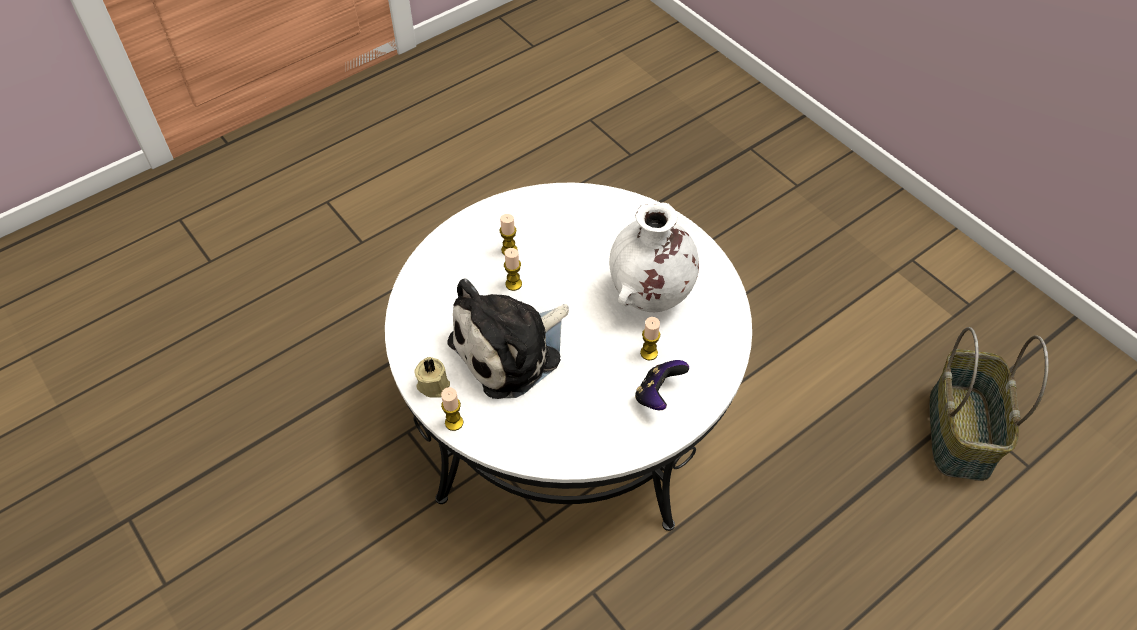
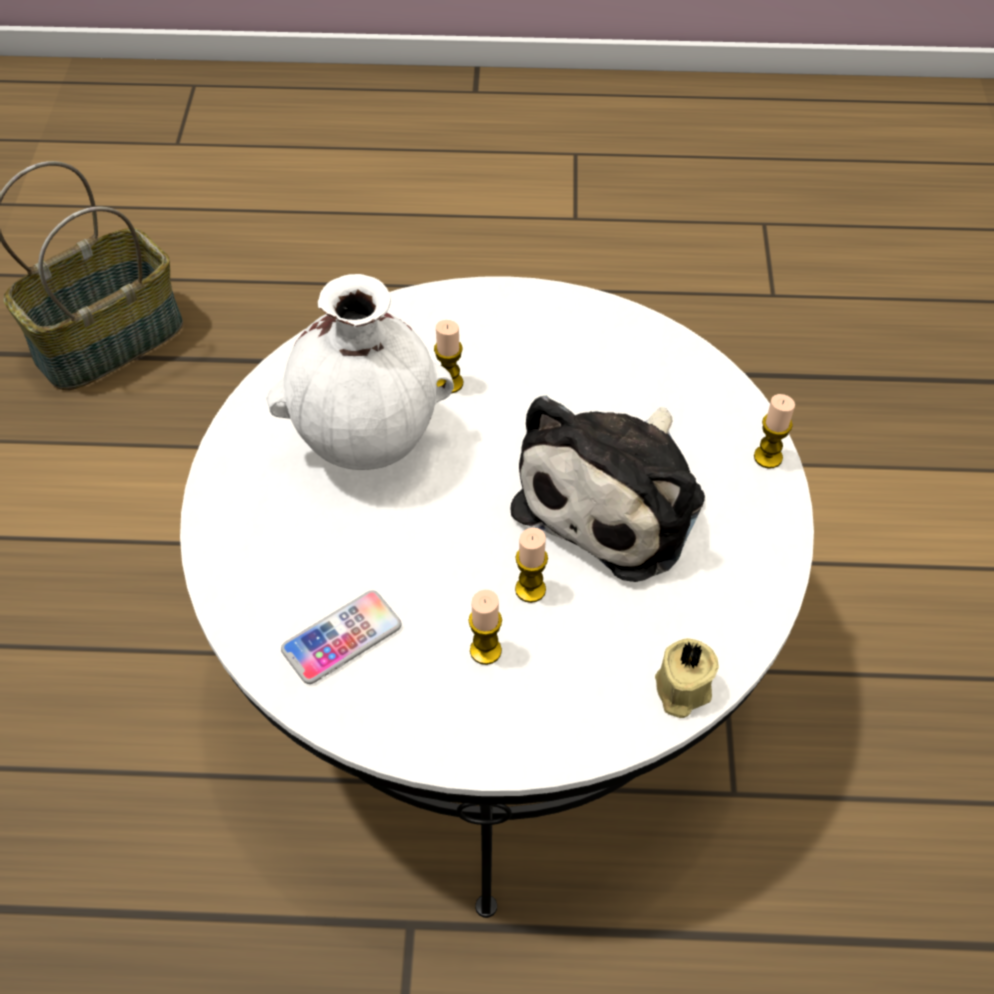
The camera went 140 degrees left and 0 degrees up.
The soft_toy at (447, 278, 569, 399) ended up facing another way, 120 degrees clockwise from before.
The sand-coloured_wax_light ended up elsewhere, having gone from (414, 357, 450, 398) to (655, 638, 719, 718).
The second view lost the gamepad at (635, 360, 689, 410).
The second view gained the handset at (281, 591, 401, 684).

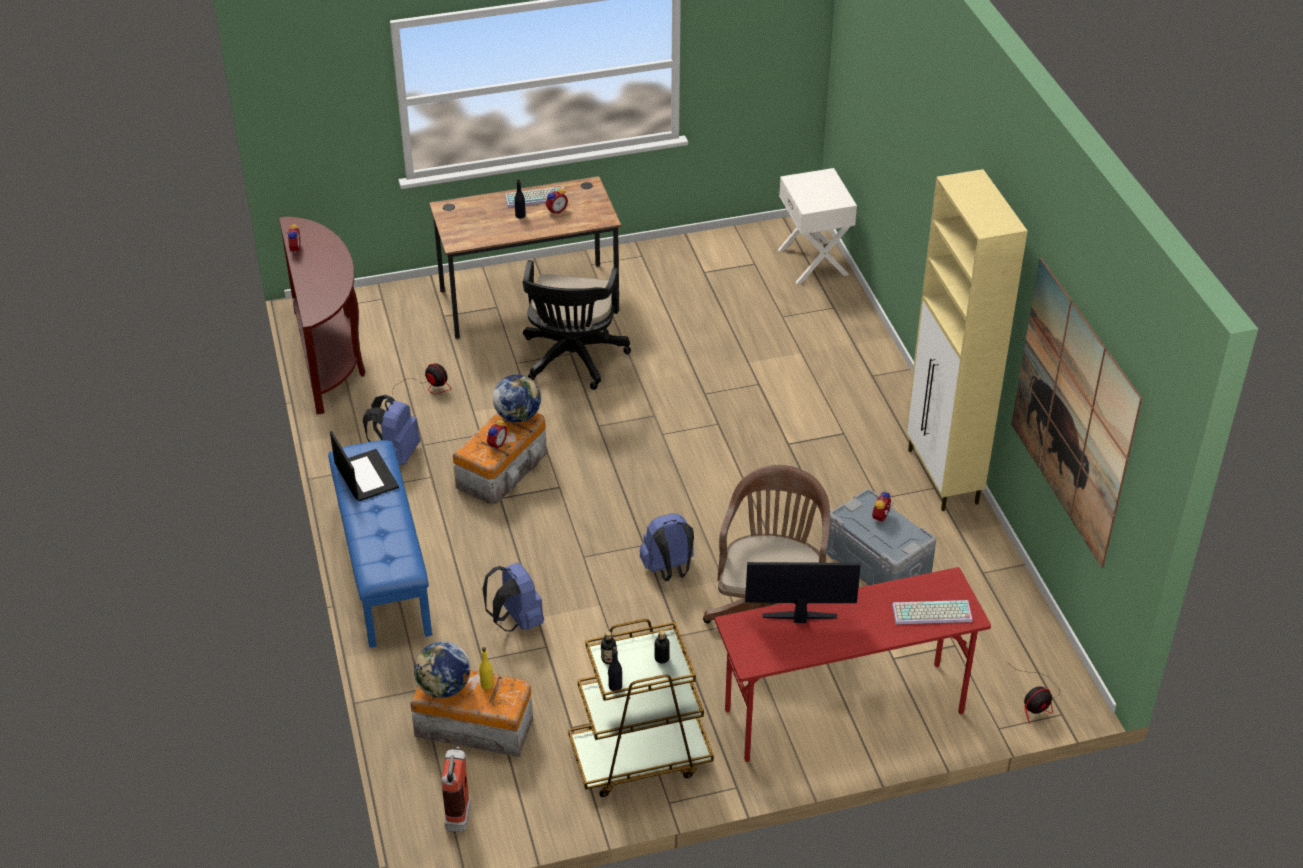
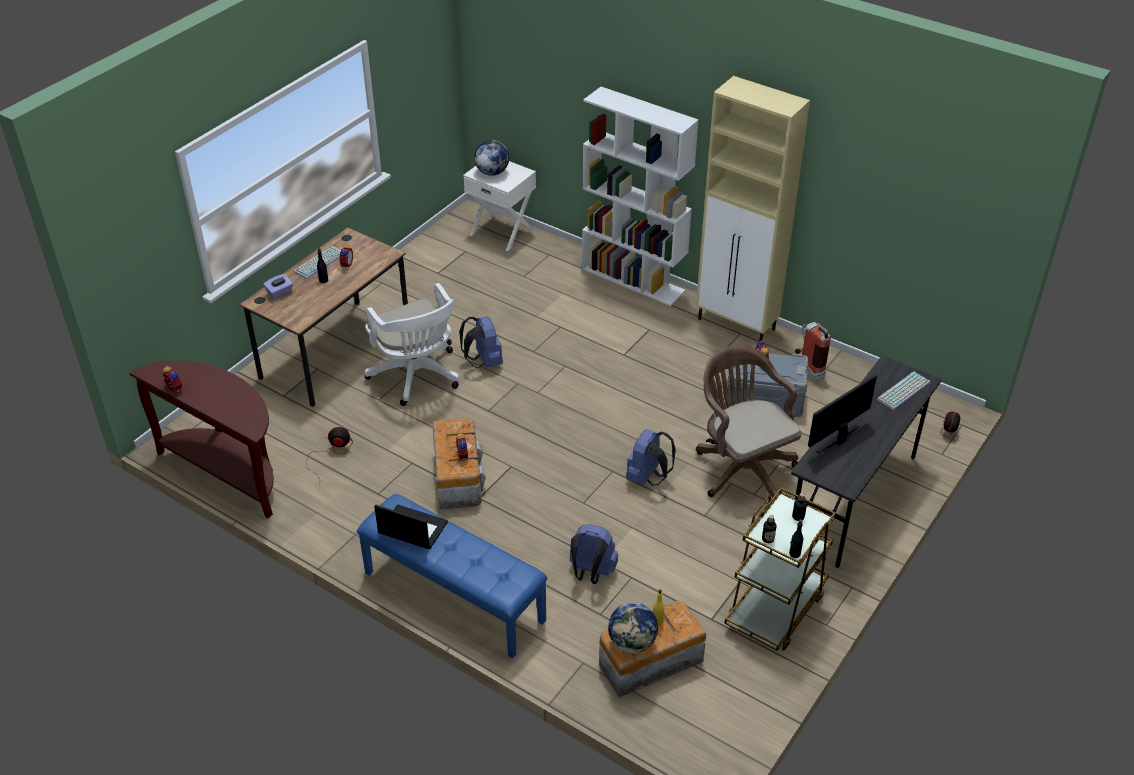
The camera went 40 degrees left and 0 degrees up.
The second view lost the picture at (1011, 258, 1142, 568).
What was the blackish_computer_chair at (522, 260, 631, 390) turned into the whitish_computer_chair at (365, 283, 460, 406).
The globe ended up elsewhere, having gone from (493, 374, 541, 422) to (474, 140, 509, 176).
The bluish_rucksack ended up elsewhere, having gone from (363, 394, 420, 465) to (459, 317, 503, 368).
What was the reddish_desk at (715, 567, 991, 762) turned into the greyish_desk at (791, 356, 941, 568).
The extinguisher ended up elsewhere, having gone from (441, 747, 471, 832) to (795, 322, 831, 381).
The second view gained the whitish_shelving_unit at (582, 87, 699, 306).
The second view gained the purplish_tissue_holder at (263, 274, 293, 299).

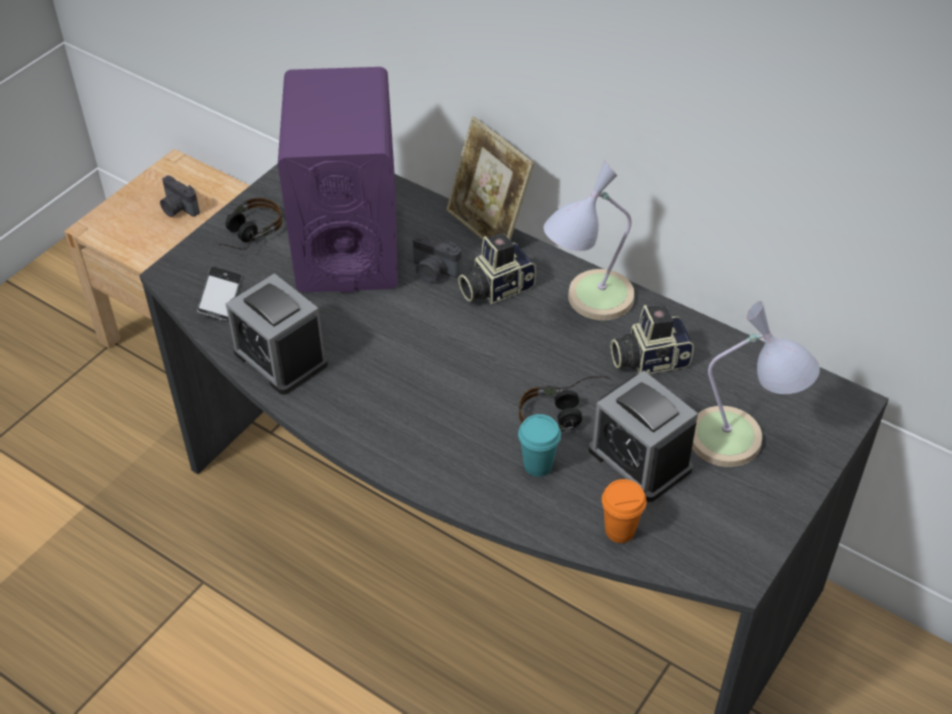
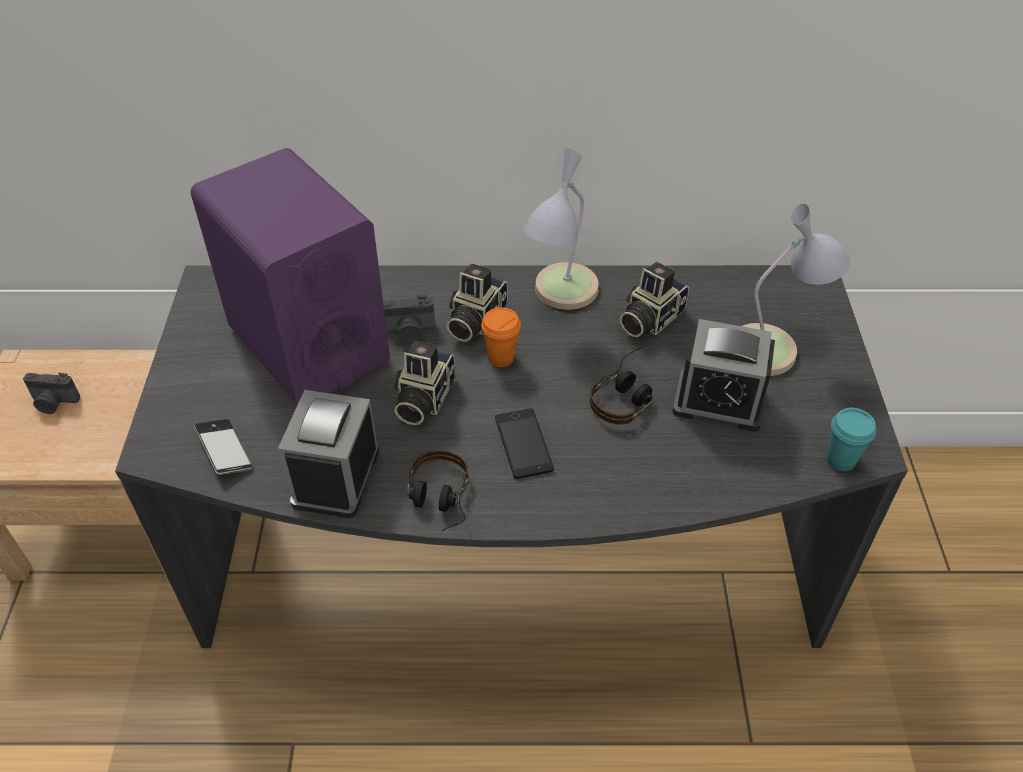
The camera went 35 degrees left and 0 degrees up.
The second view lost the picture_frame at (446, 116, 534, 240).
The headphones ended up elsewhere, having gone from (218, 198, 282, 249) to (407, 450, 469, 531).
The bedside_clock at (225, 273, 328, 395) ended up facing another way, 90 degrees clockwise from before.
The turquoise_cup ended up elsewhere, having gone from (518, 414, 561, 477) to (826, 408, 876, 471).
The orange-coloured_cup ended up elsewhere, having gone from (602, 479, 646, 543) to (481, 307, 521, 367).
The second view gained the photo_camera at (394, 341, 455, 425).
The second view gained the handset at (495, 408, 554, 479).

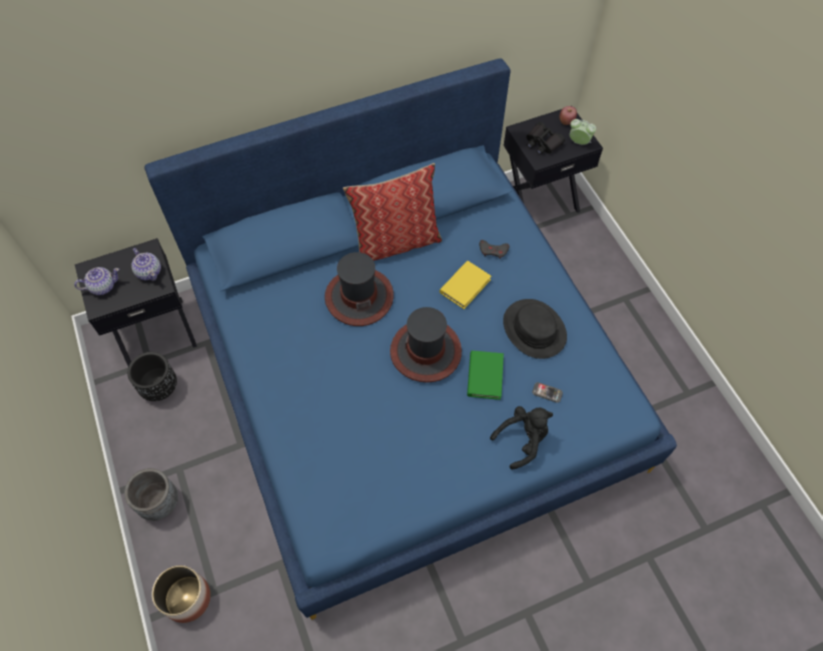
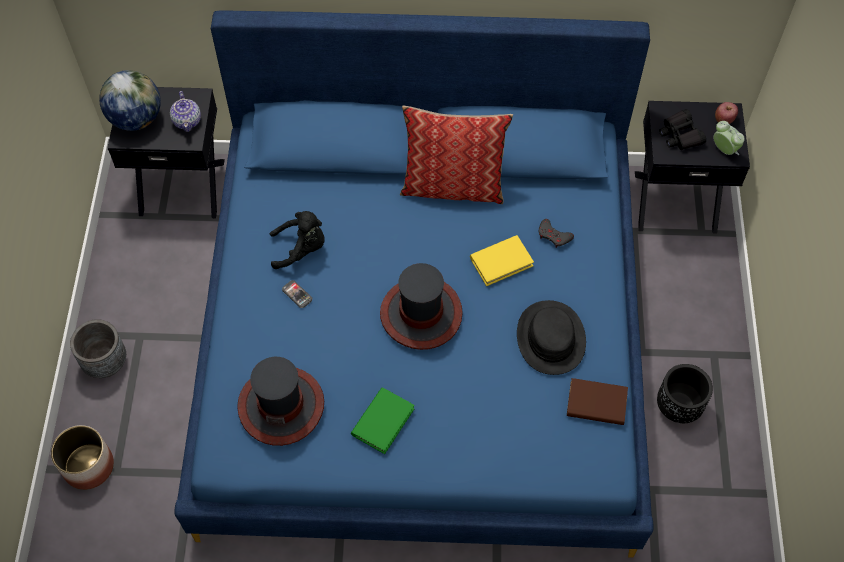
The camera went 25 degrees right and 0 degrees up.
The clothing_hat ended up elsewhere, having gone from (325, 252, 394, 326) to (237, 357, 324, 446).
Where the pot_for_tea stood at (74, 267, 119, 295), the globe came to stand at (99, 70, 161, 131).
The green-coloured_bound_book ended up elsewhere, having gone from (467, 351, 504, 400) to (351, 387, 415, 454).
The blackish_plant_pot ended up elsewhere, having gone from (127, 352, 177, 401) to (657, 364, 713, 423).
The handset ended up elsewhere, having gone from (532, 382, 563, 403) to (282, 280, 312, 308).
The blackish_soft_toy ended up elsewhere, having gone from (490, 406, 553, 469) to (270, 211, 325, 269).
The second view gained the brownish_bound_book at (567, 378, 628, 425).

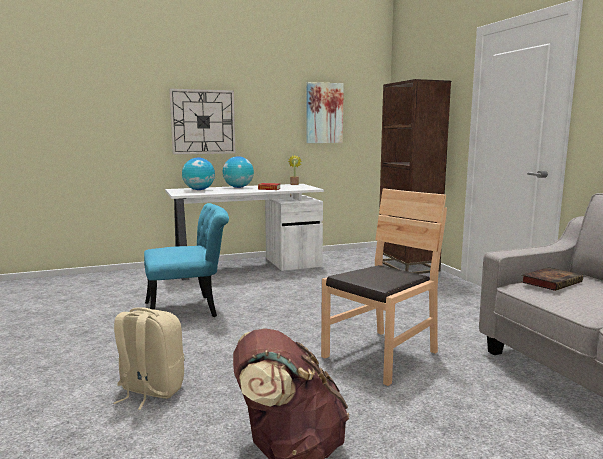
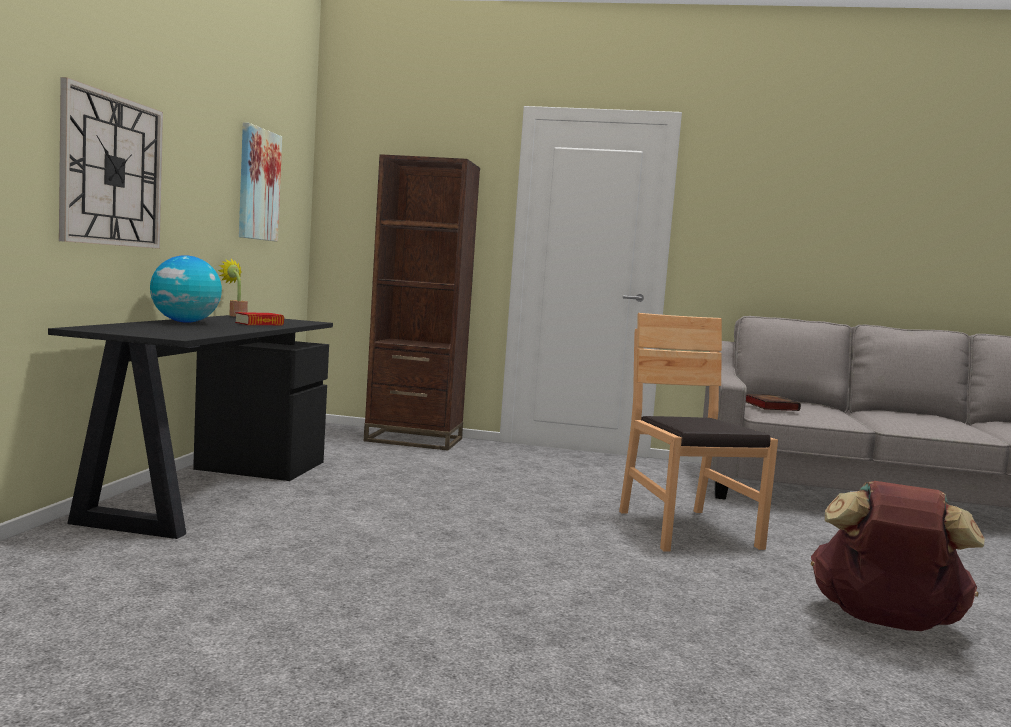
The camera went 60 degrees left and 5 degrees down.
The second view lost the globe at (182, 158, 215, 190).
What was the whitish_desk at (165, 184, 324, 280) turned into the blackish_desk at (48, 315, 333, 539).
The second view lost the turquoise_plain_chair at (144, 203, 229, 317).
The second view lost the sand-coloured_rucksack at (113, 307, 184, 410).

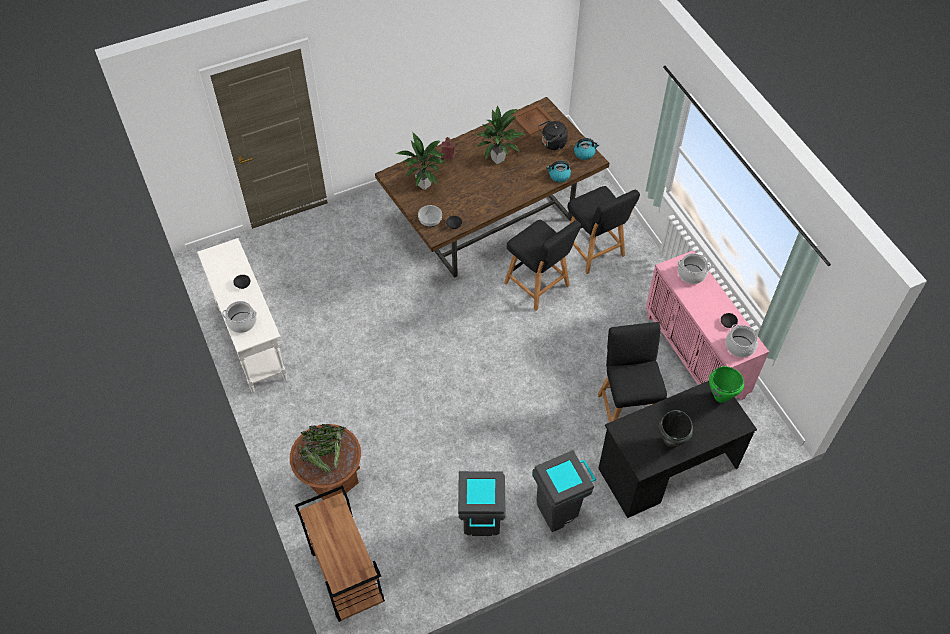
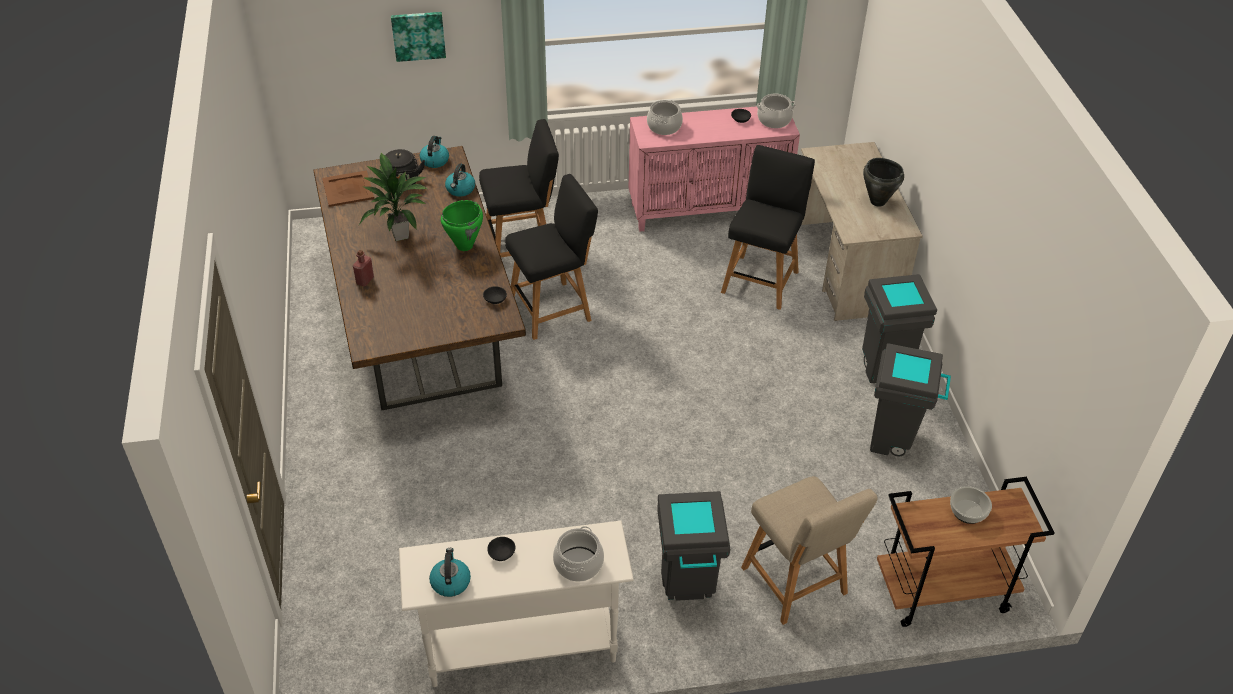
The camera went 75 degrees left and 10 degrees down.
The second view lost the potted_plant at (395, 133, 446, 190).
The serving_bowl ended up elsewhere, having gone from (418, 205, 442, 227) to (950, 486, 992, 524).
The blackish_plain_chair at (597, 322, 667, 422) ended up facing another way, 105 degrees clockwise from before.
The green-coloured_stockpot ended up elsewhere, having gone from (709, 366, 744, 403) to (441, 200, 483, 251).
What was the blackish_desk at (598, 381, 757, 518) turned into the sand-coloured_desk at (801, 142, 923, 321).
Where the brownish_plant_pot stood at (290, 424, 361, 500), the sand-coloured_plain_chair came to stand at (741, 476, 878, 625).
The second view gained the picture at (391, 12, 446, 62).
The second view gained the greyish_rubbish_bin at (657, 491, 730, 601).
The second view gained the tea_kettle at (429, 548, 471, 597).

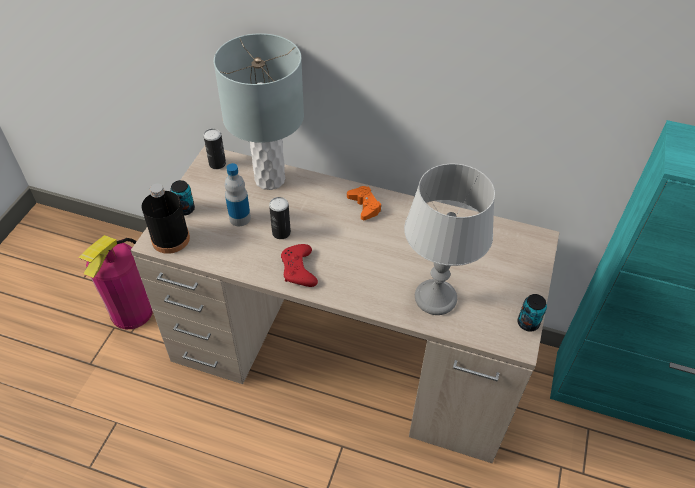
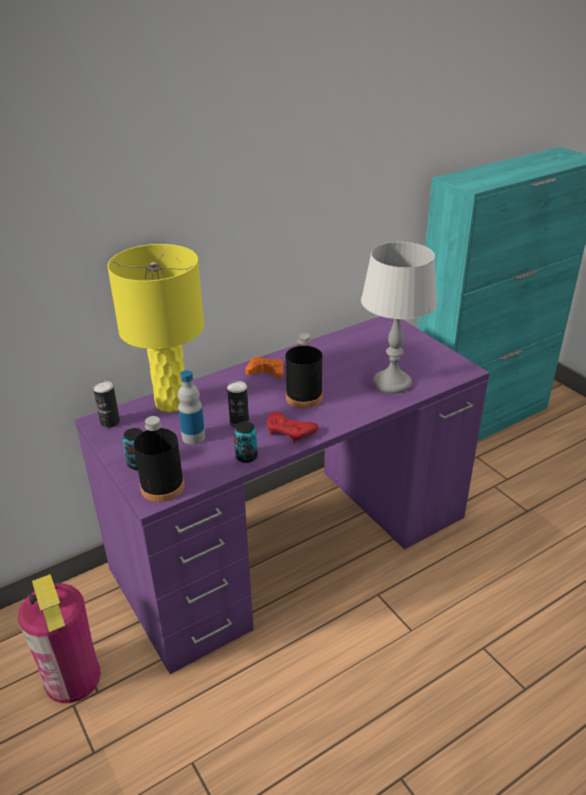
The camera went 50 degrees left and 15 degrees down.
What was the greyish_tabletop_lamp at (214, 33, 304, 190) turned into the yellow-coloured_tabletop_lamp at (107, 244, 204, 413).
What was the sand-coloured_desk at (131, 146, 560, 463) turned into the purplish_desk at (75, 316, 490, 674).
The can ended up elsewhere, having gone from (518, 294, 547, 332) to (234, 421, 258, 463).
The second view gained the blackish_beverage_bottle at (286, 333, 323, 408).

